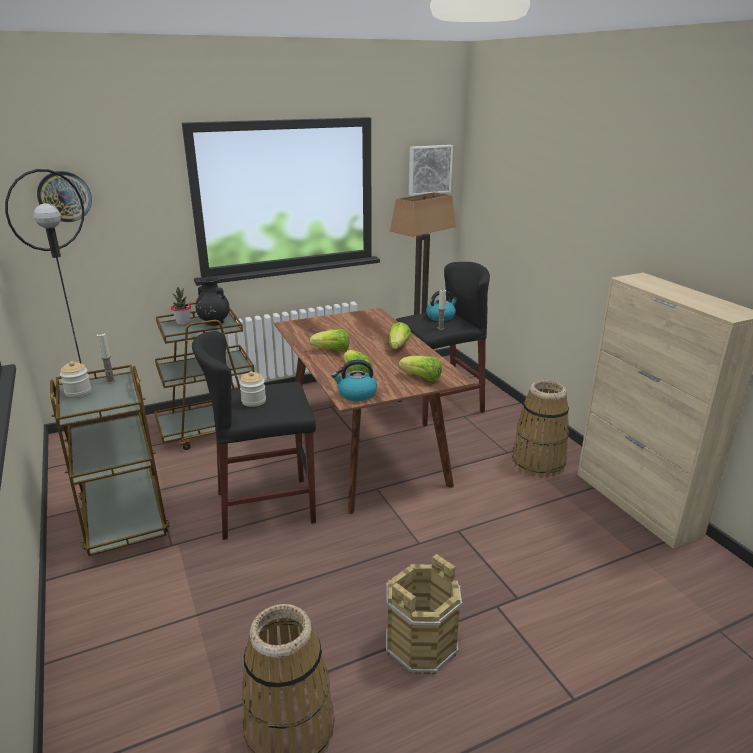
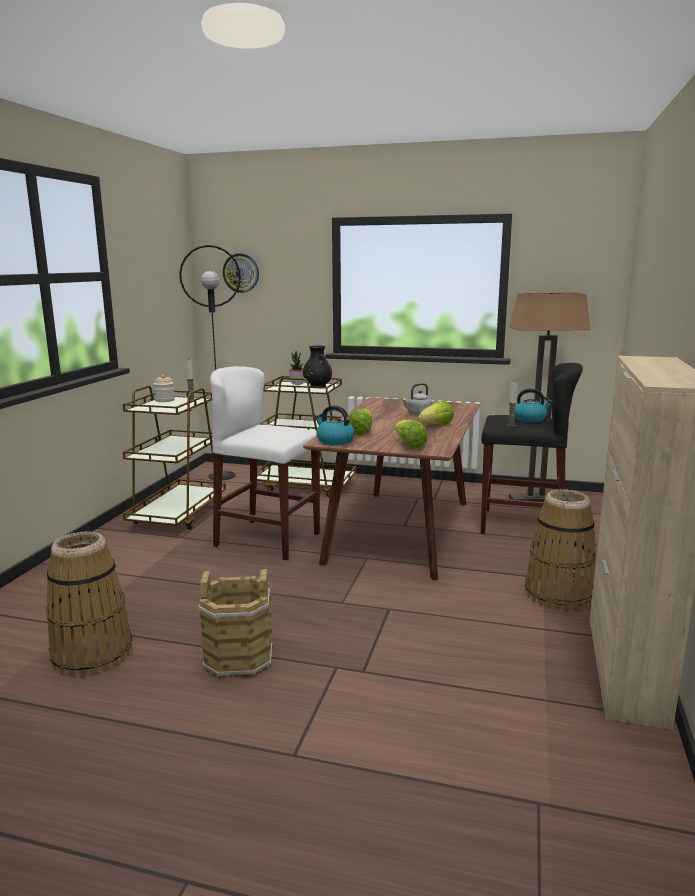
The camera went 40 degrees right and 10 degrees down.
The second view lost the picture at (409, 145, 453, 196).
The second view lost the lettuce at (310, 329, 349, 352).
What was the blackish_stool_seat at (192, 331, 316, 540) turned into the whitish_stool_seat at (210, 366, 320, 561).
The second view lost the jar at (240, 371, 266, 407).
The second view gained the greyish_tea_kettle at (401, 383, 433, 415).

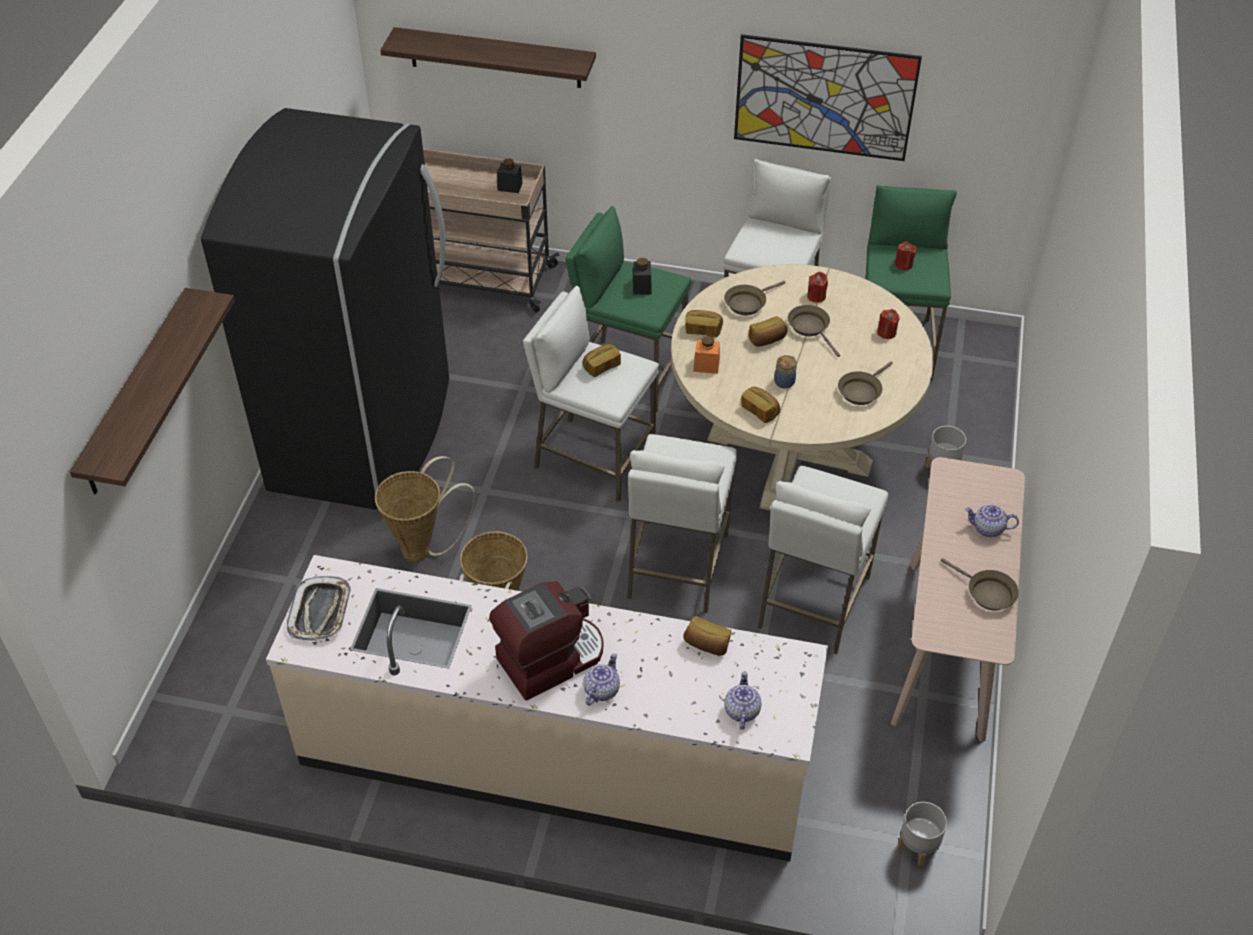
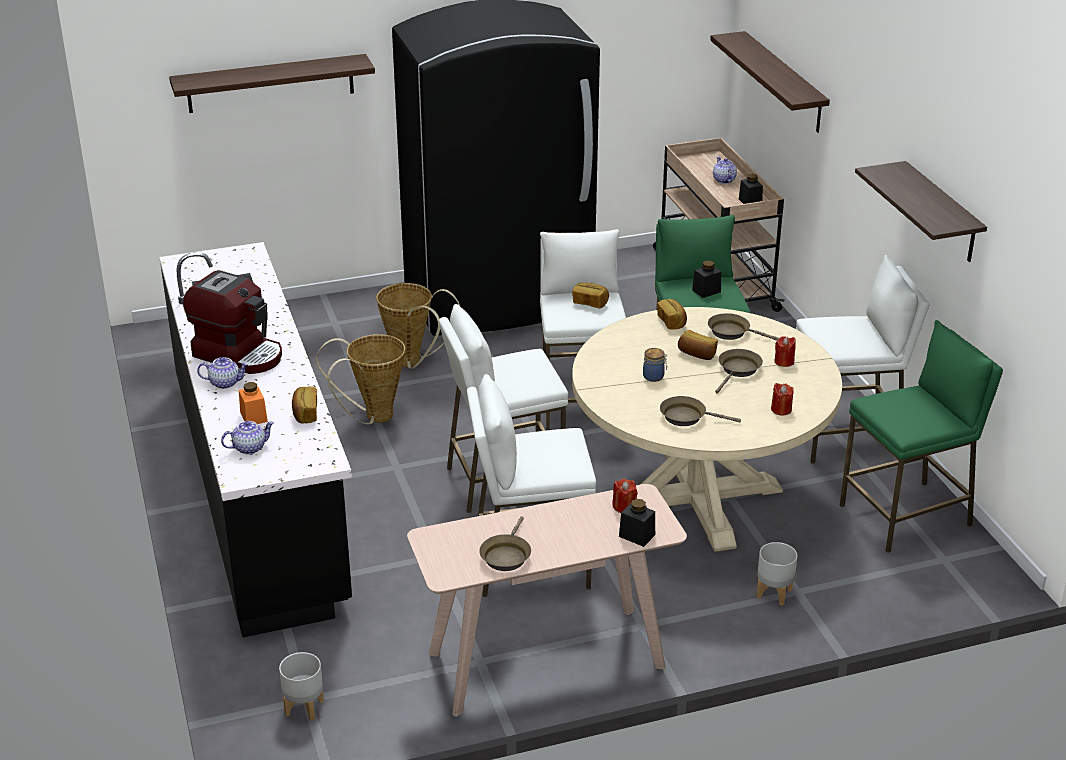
The camera went 60 degrees right and 15 degrees down.
Where the picture hung at (734, 34, 922, 161), the wall_shelf came to hang at (855, 161, 987, 262).
The reddish_wax_light ended up elsewhere, having gone from (895, 242, 916, 270) to (612, 479, 638, 513).
The orange-coloured_jar ended up elsewhere, having gone from (693, 336, 720, 374) to (239, 382, 268, 424).
The second view lost the bakery_bread at (741, 387, 780, 423).
The pot_for_tea ended up elsewhere, having gone from (965, 504, 1019, 537) to (713, 157, 737, 184).
What was the sand-coloured_kitchen_counter at (266, 555, 828, 861) turned into the blackish_kitchen_counter at (159, 242, 352, 637).
The second view lost the serving_tray at (287, 576, 351, 641).
The second view gained the blackish_jar at (619, 499, 655, 547).

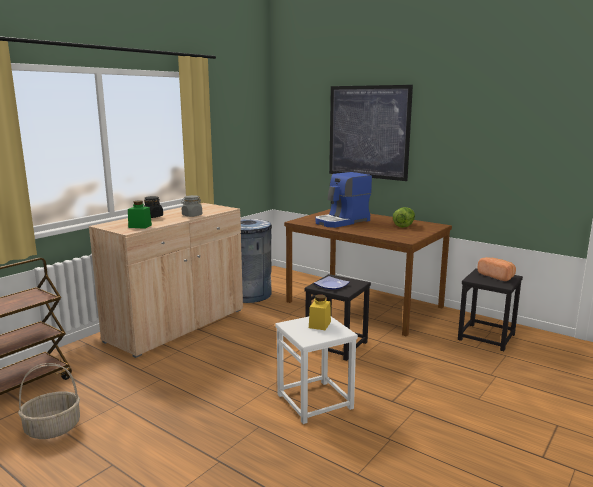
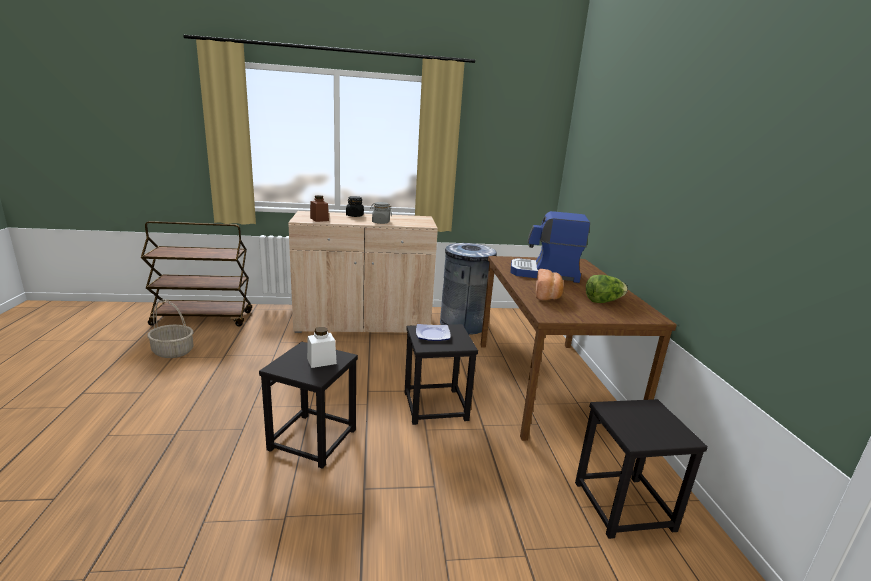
The camera went 45 degrees right and 5 degrees up.
The second view lost the picture at (329, 85, 413, 181).
What was the green-coloured_jar at (128, 200, 152, 229) turned into the brownish_jar at (310, 195, 329, 222).
The bakery_bread ended up elsewhere, having gone from (477, 257, 516, 281) to (536, 269, 564, 300).
What was the yellow-coloured_jar at (309, 294, 331, 330) turned into the whitish_jar at (307, 327, 337, 368).
What was the whitish_stool_seat at (275, 317, 358, 424) turned into the blackish_stool_seat at (259, 342, 358, 469).

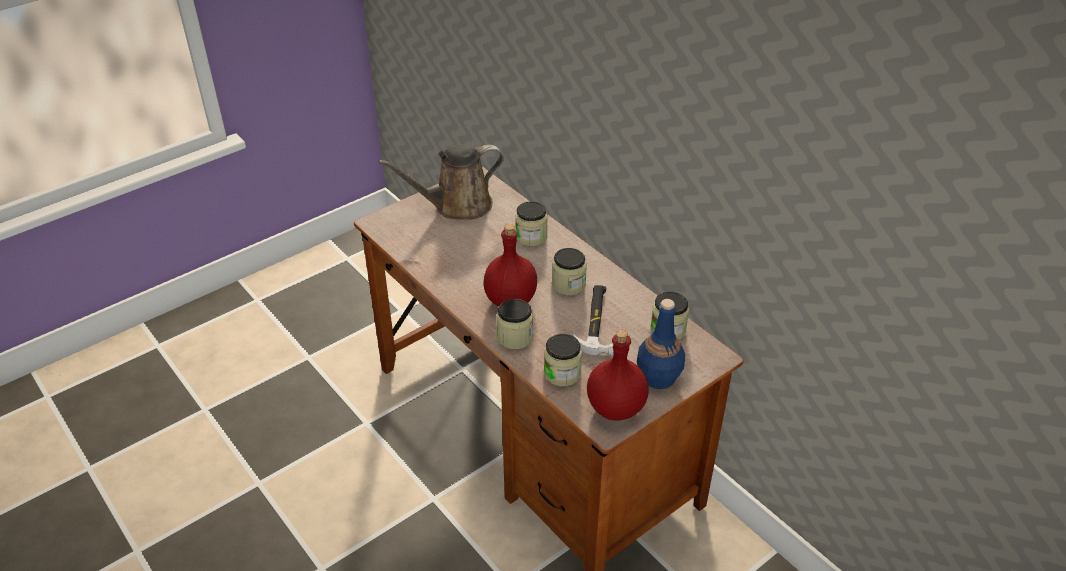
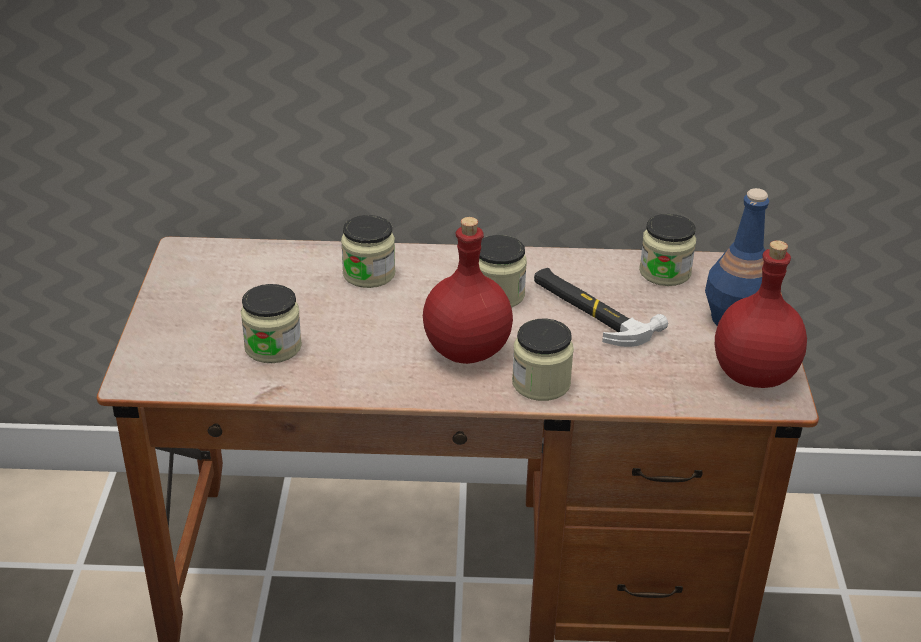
The camera went 50 degrees left and 5 degrees down.
The second view lost the brownish_watering_pot at (378, 144, 504, 220).
The jar ended up elsewhere, having gone from (544, 334, 582, 386) to (241, 284, 302, 363).

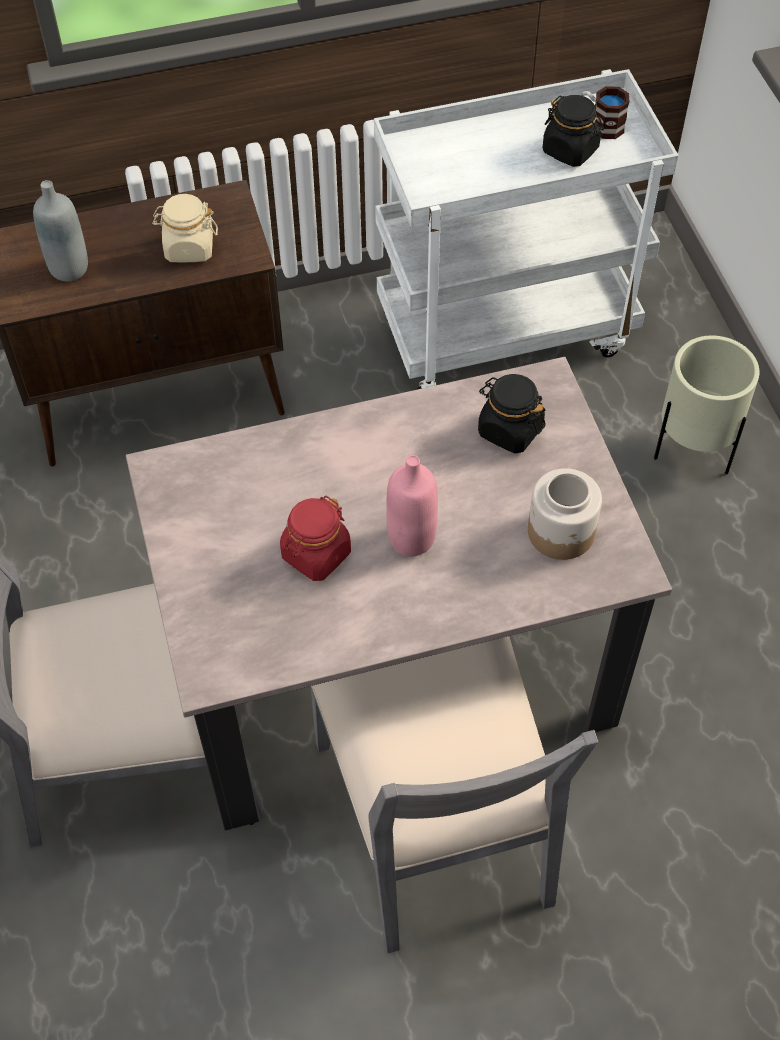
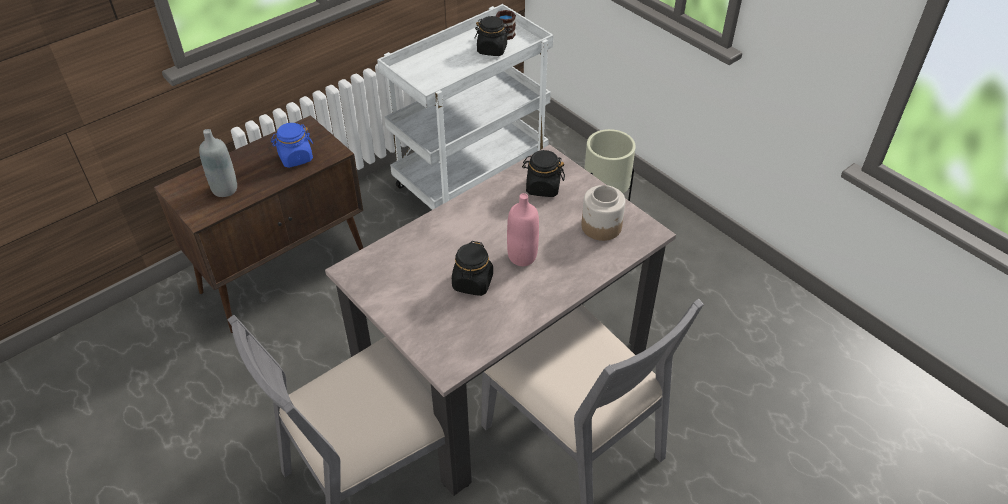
The camera went 25 degrees left and 10 degrees down.
What was the sand-coloured_jar at (152, 194, 218, 263) turned into the bluish_jar at (271, 123, 313, 168).
What was the reddish_jar at (280, 496, 351, 581) turned into the blackish_jar at (452, 241, 493, 296).

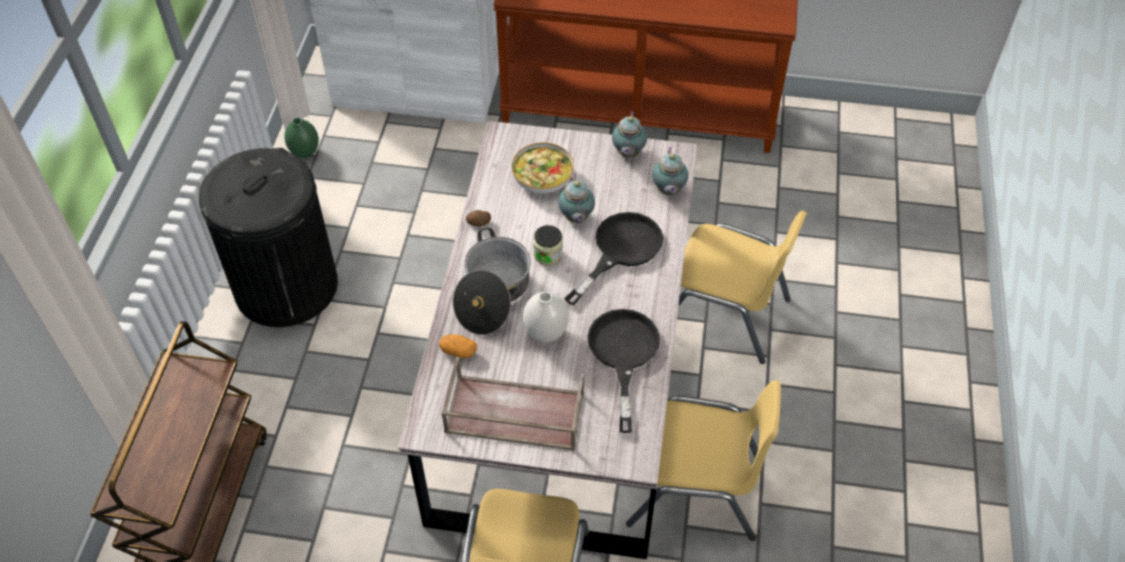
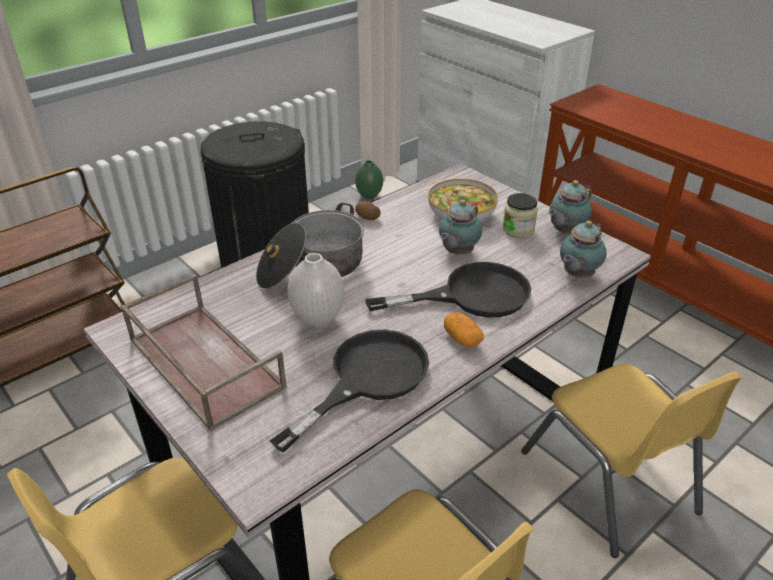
The camera went 40 degrees right and 15 degrees down.
The jar ended up elsewhere, having gone from (533, 225, 563, 266) to (502, 193, 538, 238).
The whole_potato ended up elsewhere, having gone from (439, 334, 477, 358) to (444, 312, 484, 348).

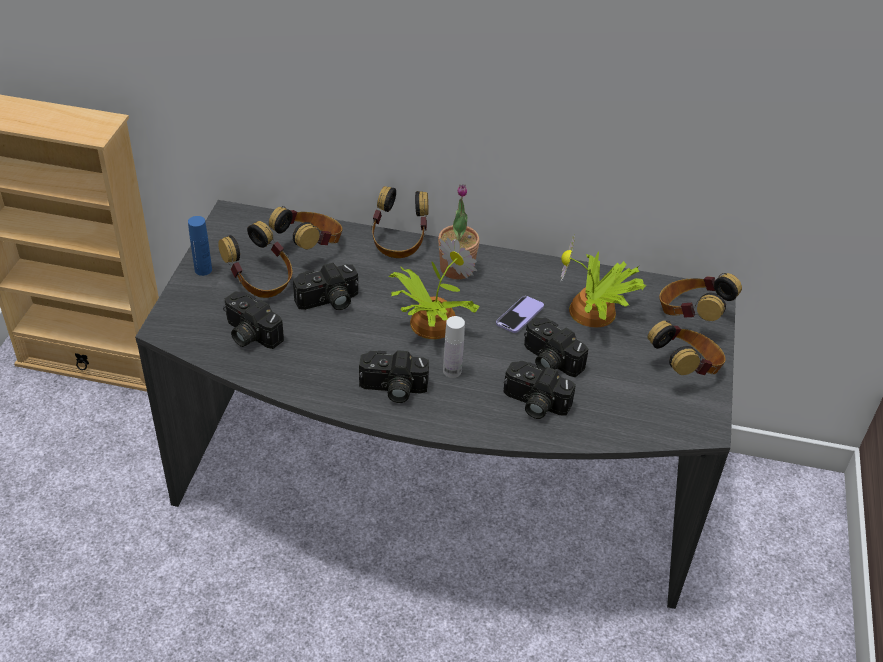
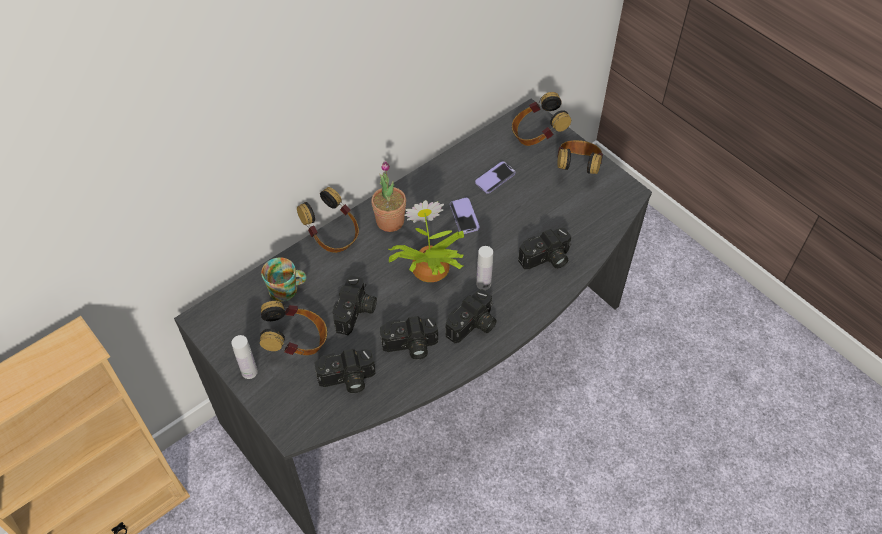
The camera went 50 degrees left and 10 degrees up.
Where the headphones stood at (269, 206, 342, 250), the tea_mug came to stand at (261, 257, 307, 302).
What was the bluish_beverage_bottle at (188, 216, 212, 276) turned into the whitish_beverage_bottle at (231, 335, 258, 379).
Where the potted_plant stood at (561, 235, 646, 328), the handset came to stand at (475, 161, 516, 194).
The photo_camera ended up elsewhere, having gone from (524, 317, 588, 377) to (380, 316, 438, 360).

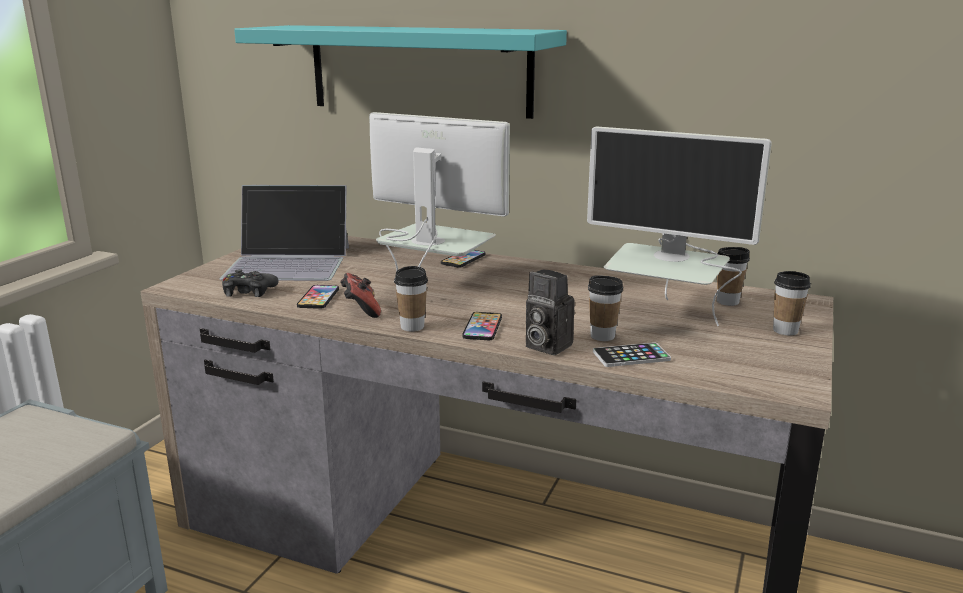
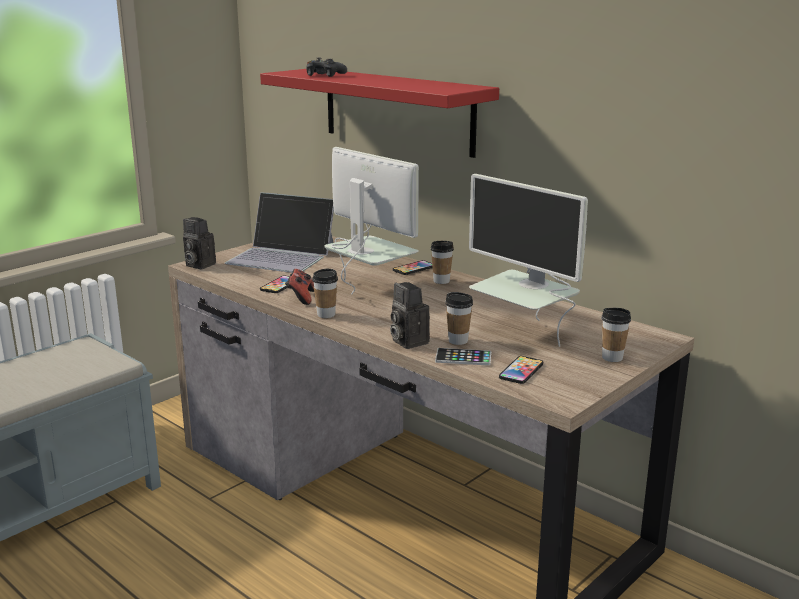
The camera went 20 degrees right and 0 degrees up.
What was the turquoise_wall_shelf at (234, 25, 567, 119) turned into the reddish_wall_shelf at (260, 69, 499, 158).
The cup ended up elsewhere, having gone from (717, 247, 750, 306) to (431, 241, 454, 284).
The blackish_gamepad ended up elsewhere, having gone from (222, 269, 279, 297) to (306, 58, 347, 77).
The handset ended up elsewhere, having gone from (462, 312, 502, 340) to (499, 356, 543, 384).
The second view gained the photo_camera at (183, 217, 216, 269).

